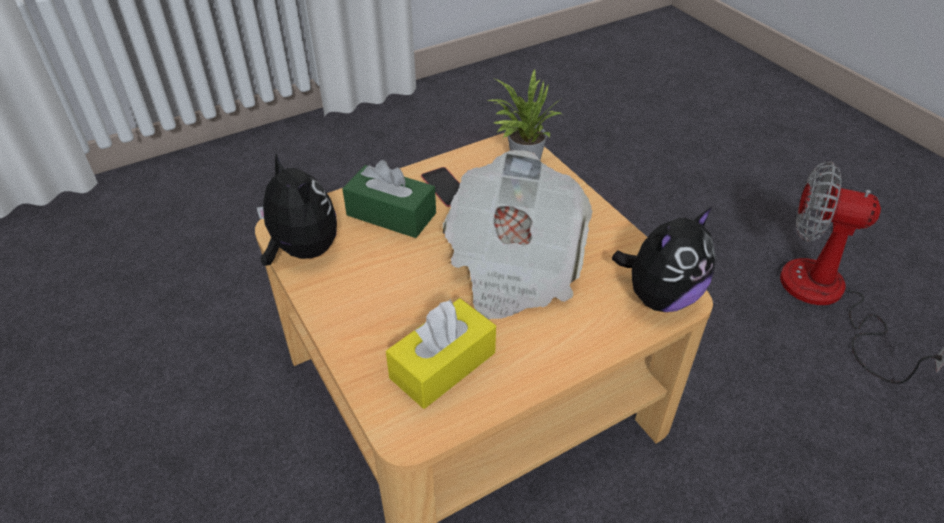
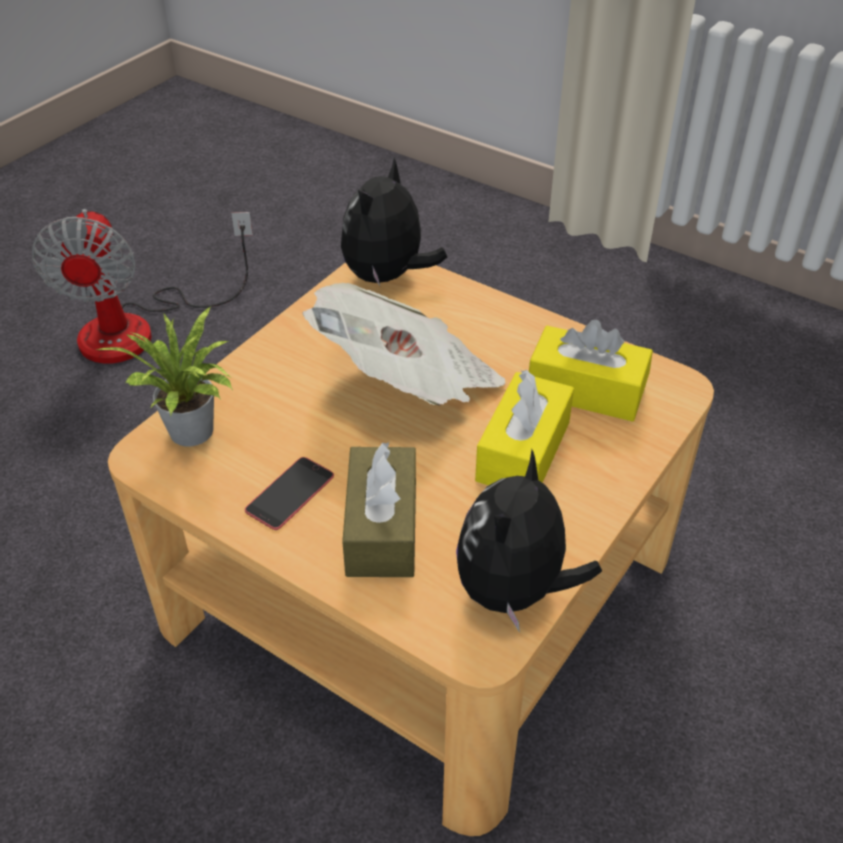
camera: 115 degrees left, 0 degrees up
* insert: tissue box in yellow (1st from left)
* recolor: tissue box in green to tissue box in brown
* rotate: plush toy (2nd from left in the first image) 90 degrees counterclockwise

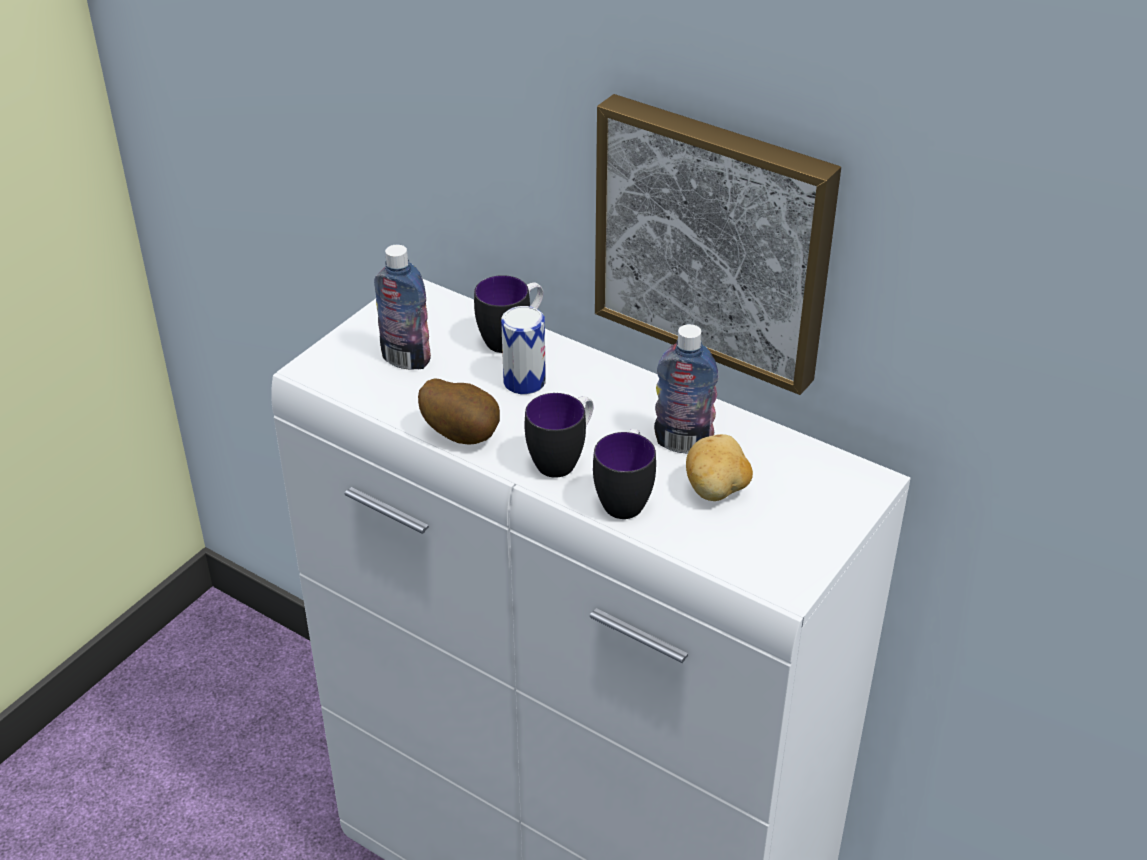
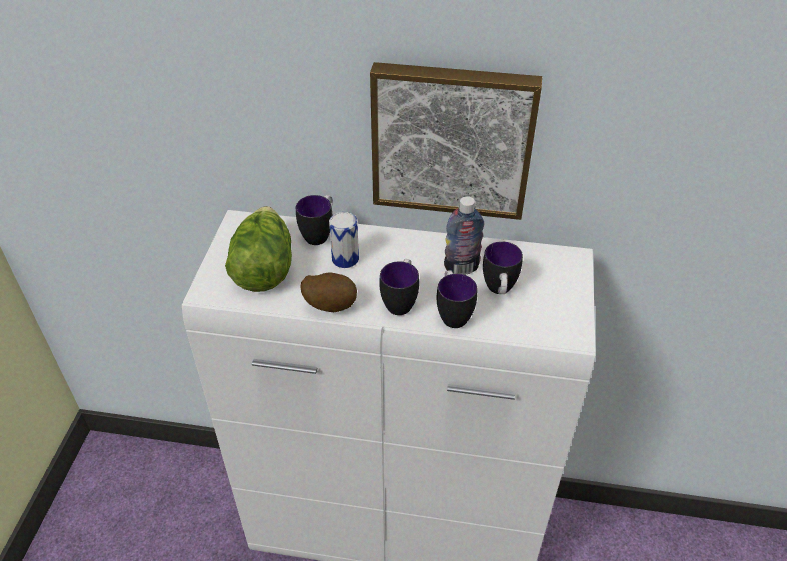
camera: 25 degrees left, 5 degrees up
* replace: bottle (1st from left) to lettuce
* replace: potato (2nd from left) to mug (4th from left)

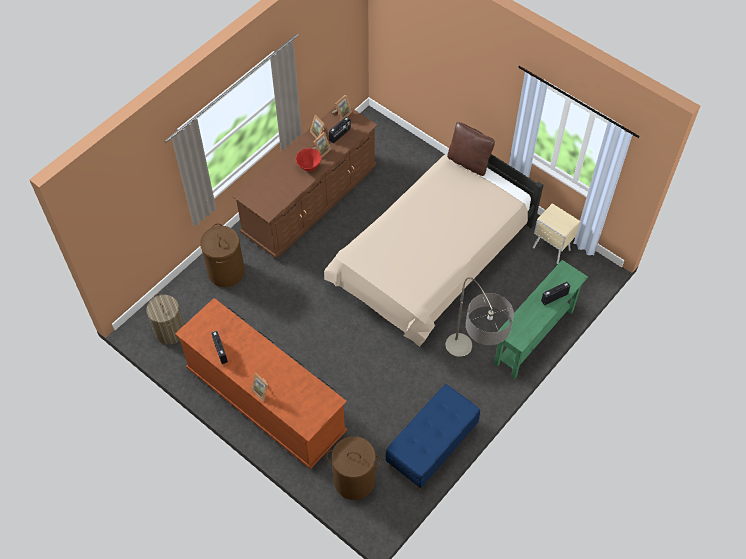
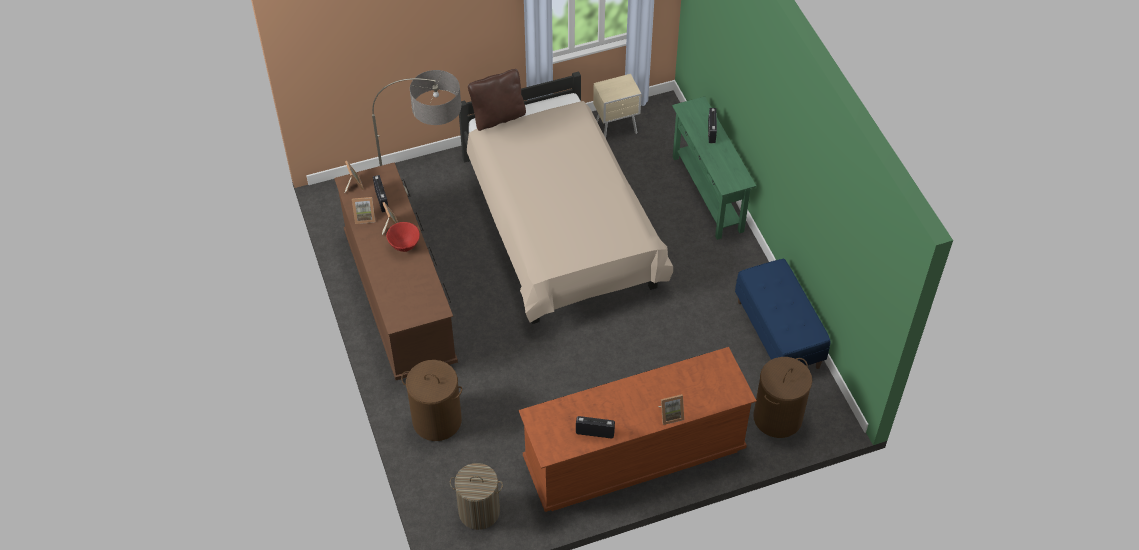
camera: 60 degrees left, 5 degrees down
* move: floor lamp

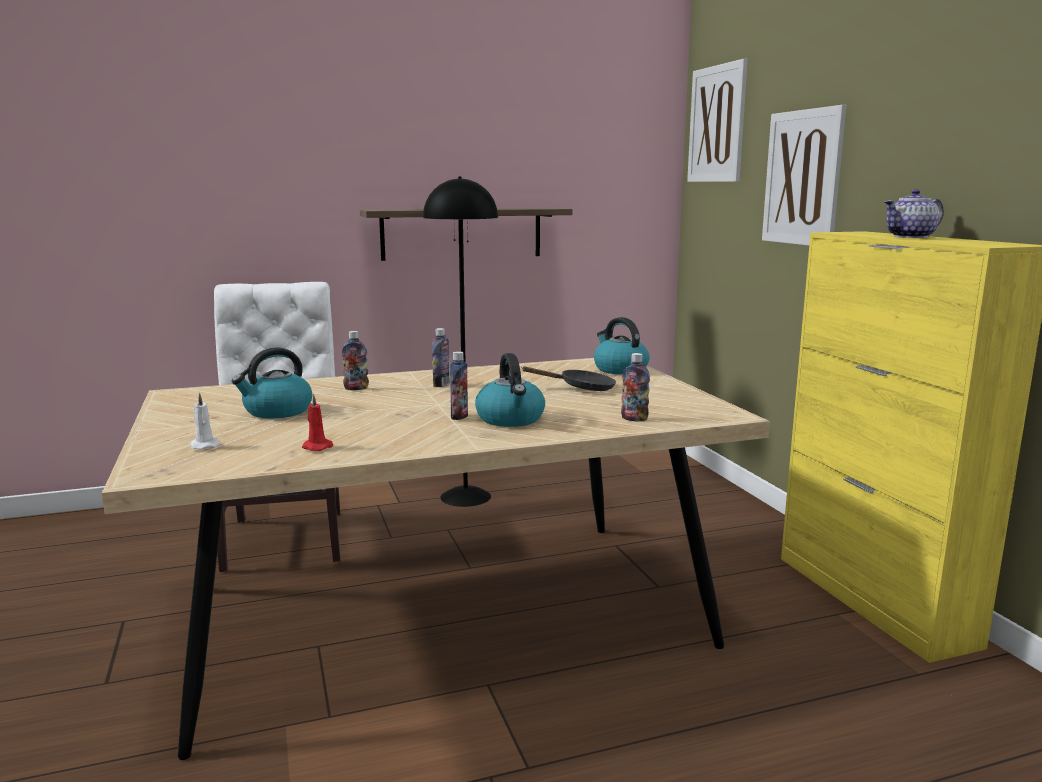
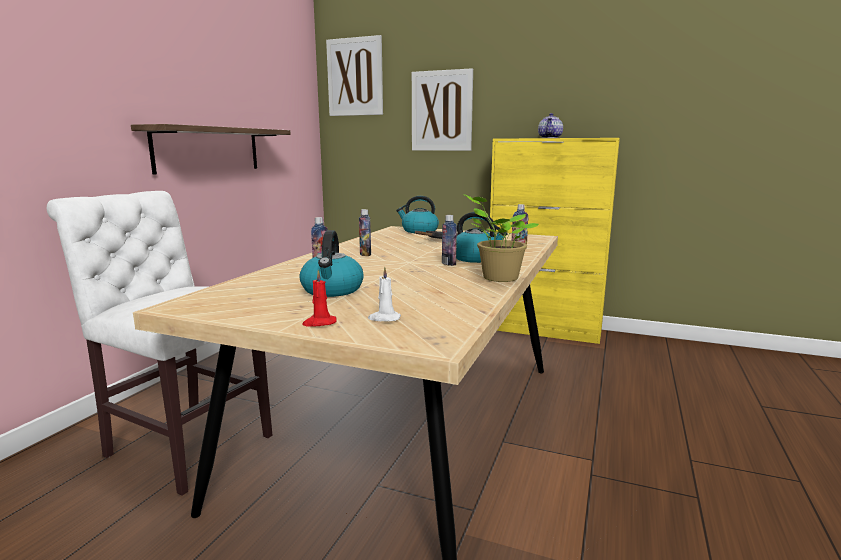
camera: 50 degrees left, 0 degrees up
* delete: floor lamp in black
* insert: potted plant
* move: candle in red

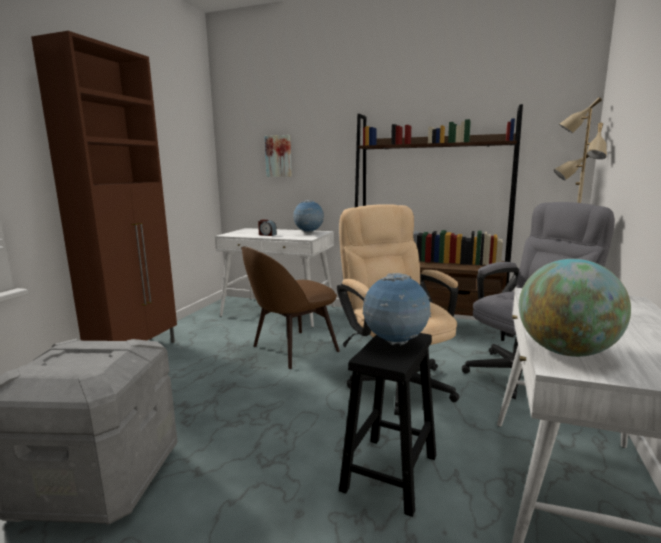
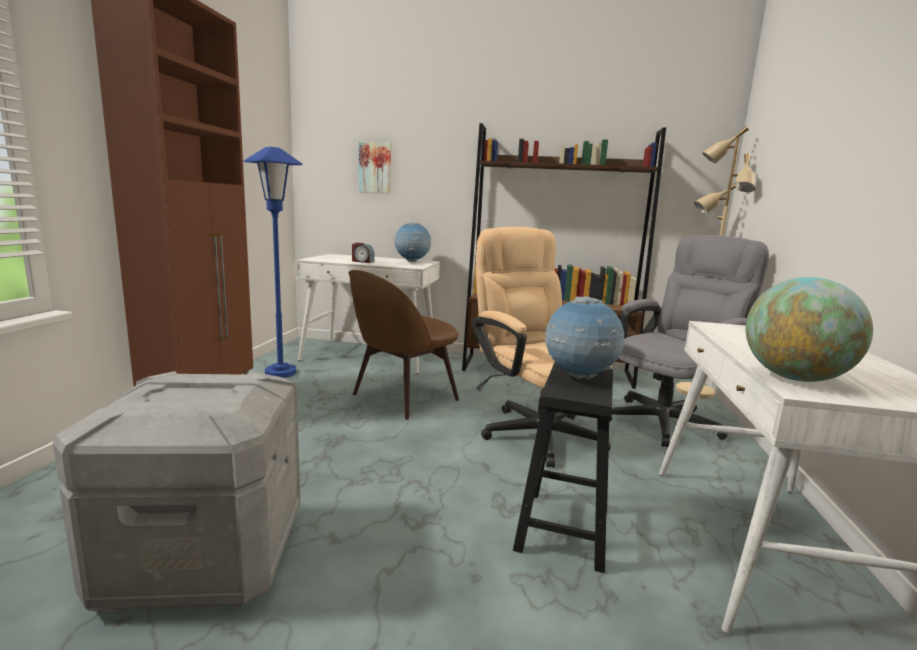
camera: 10 degrees left, 0 degrees up
* insert: floor lamp in blue

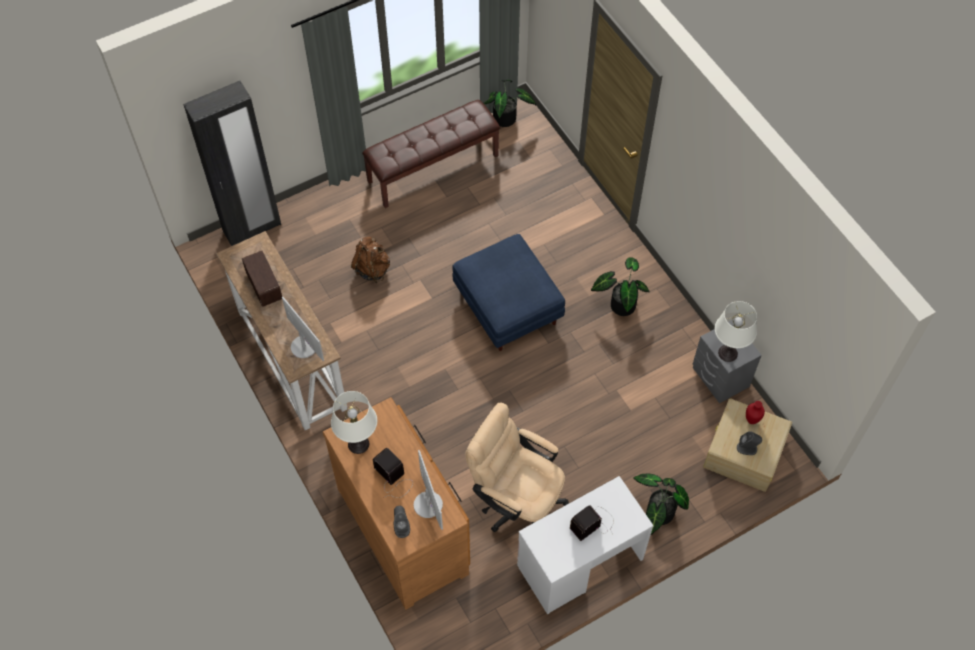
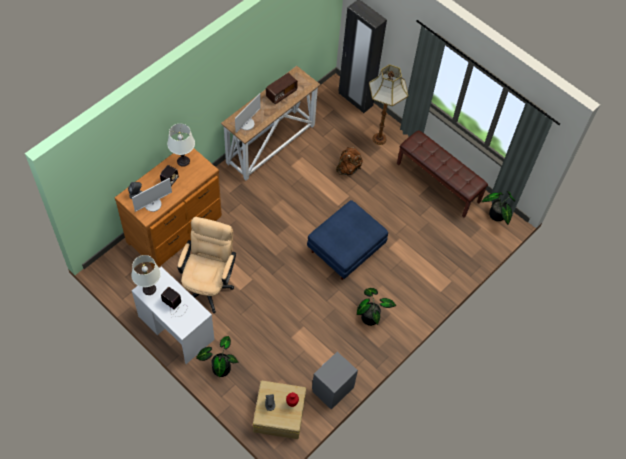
camera: 70 degrees right, 0 degrees up
* insert: floor lamp
* move: table lamp in white (2nd from left in the first image) to table lamp in white (1st from left)

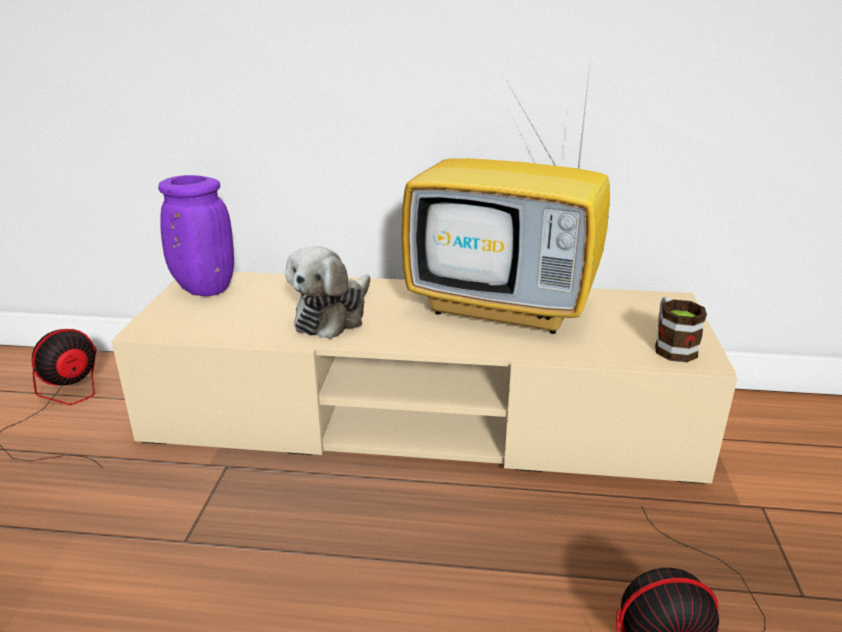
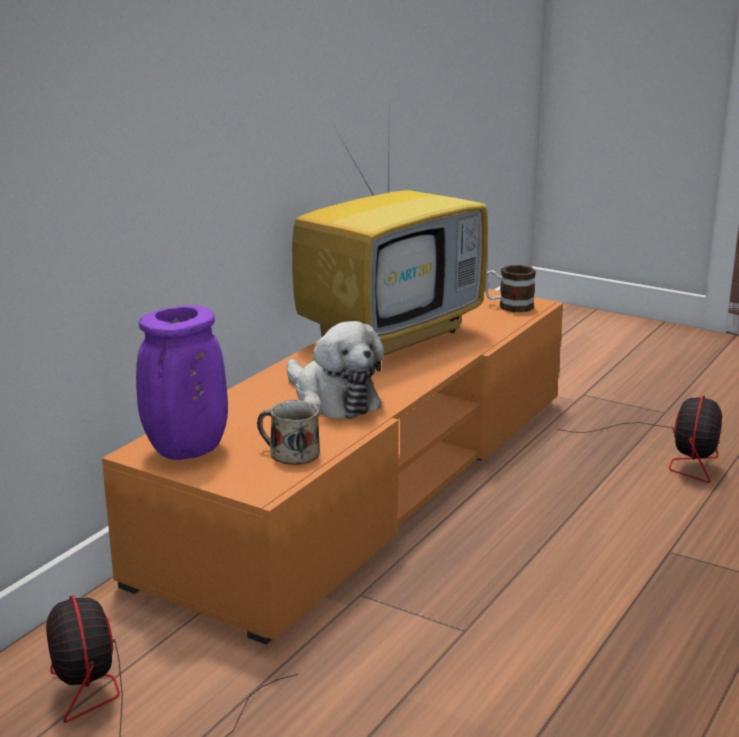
camera: 65 degrees left, 5 degrees down
* insert: mug (1st from left)
* recolor: tv stand in beige to tv stand in orange

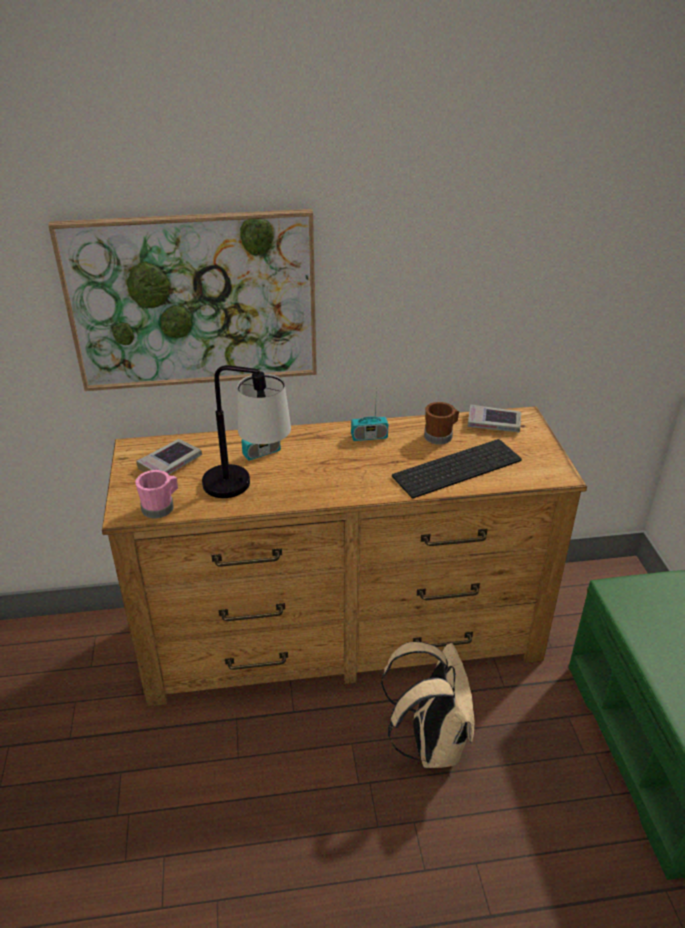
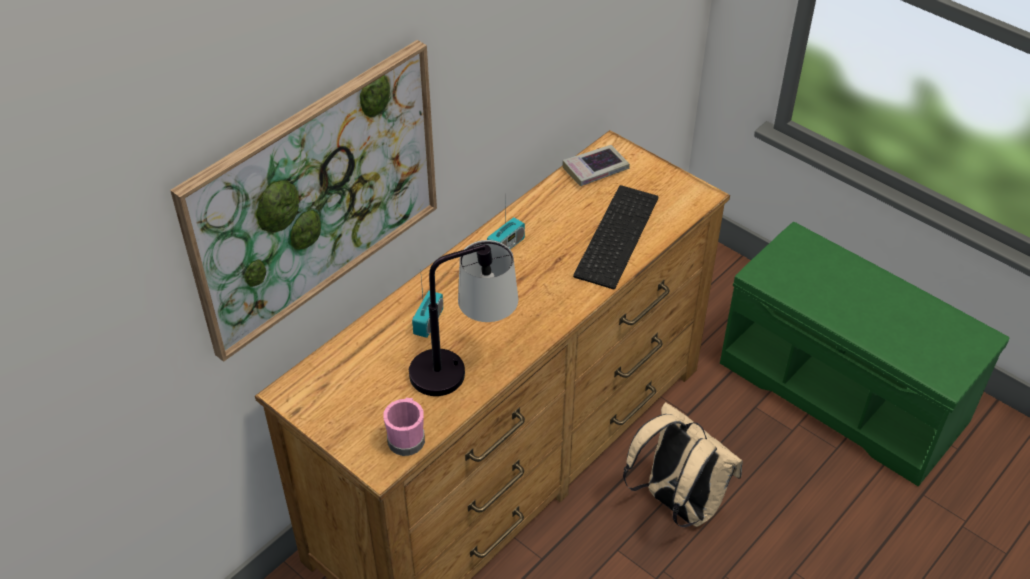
camera: 40 degrees left, 10 degrees up
* delete: book (1st from left)
* delete: mug in brown

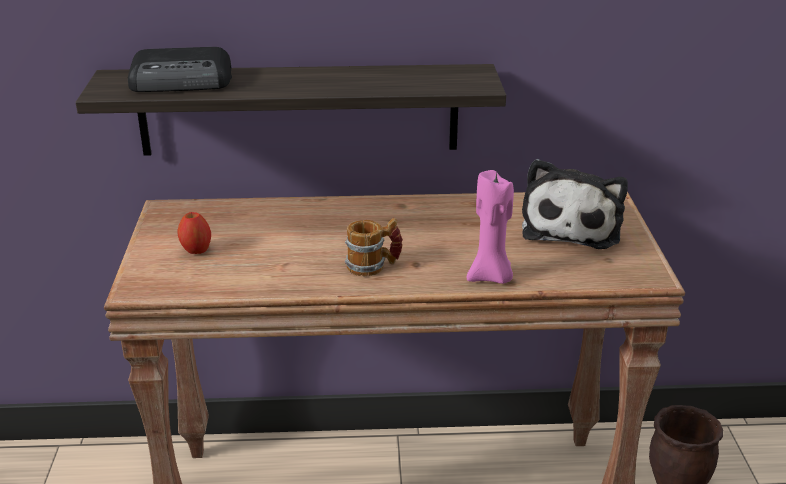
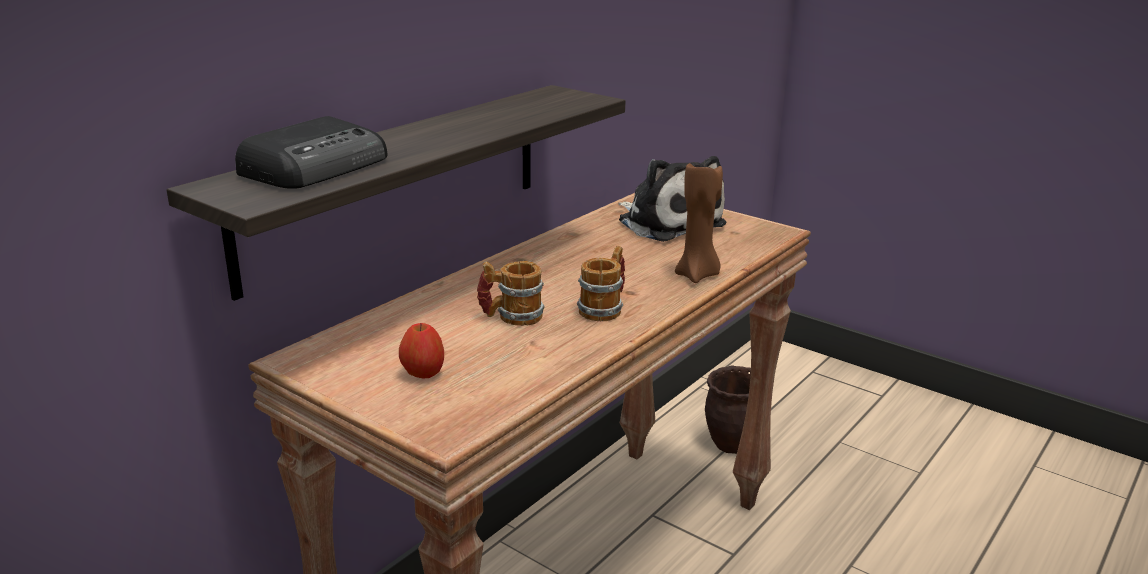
camera: 50 degrees left, 5 degrees down
* insert: mug (1st from left)
* recolor: candle in pink to candle in brown

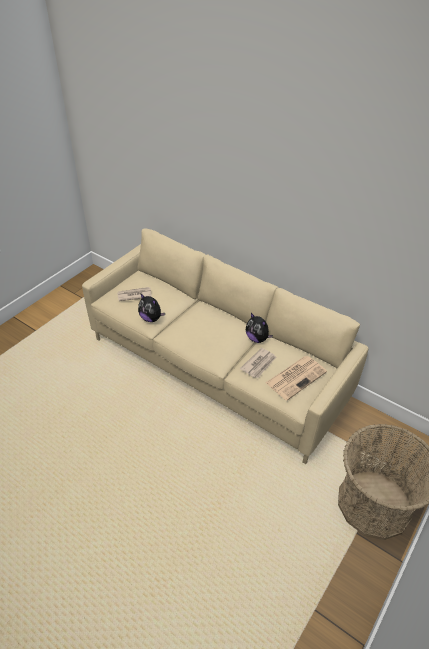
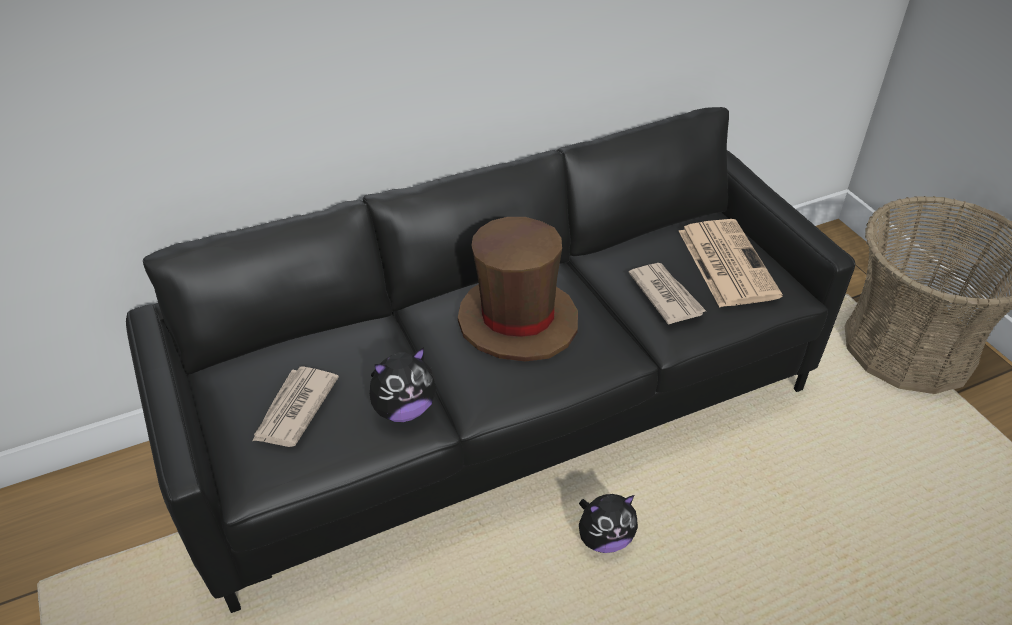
camera: 60 degrees left, 0 degrees up
* insert: hat in brown
* move: plush toy (2nd from left)
* recolor: sofa in beige to sofa in black

